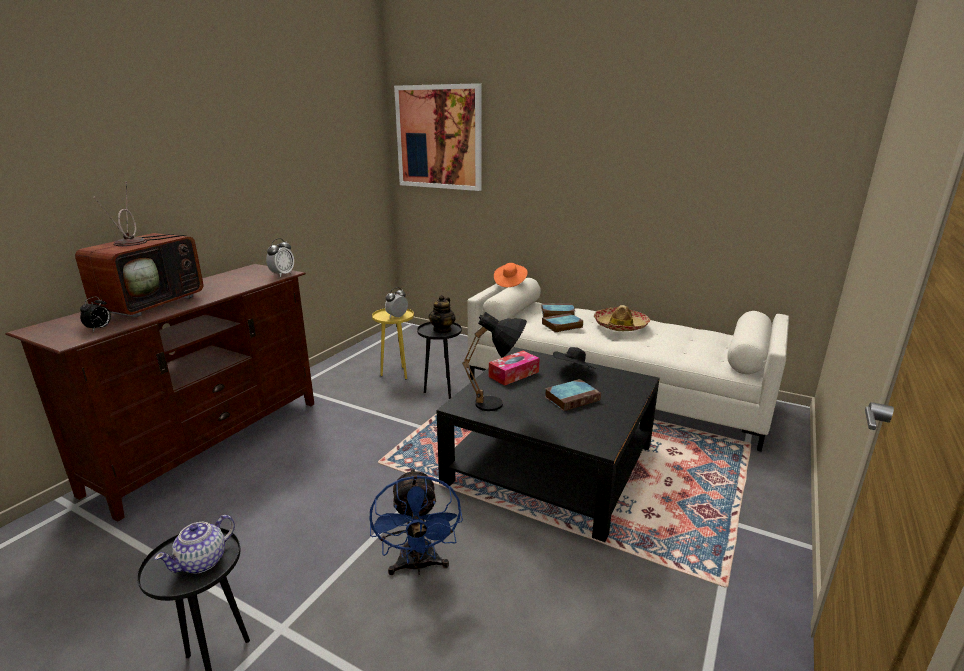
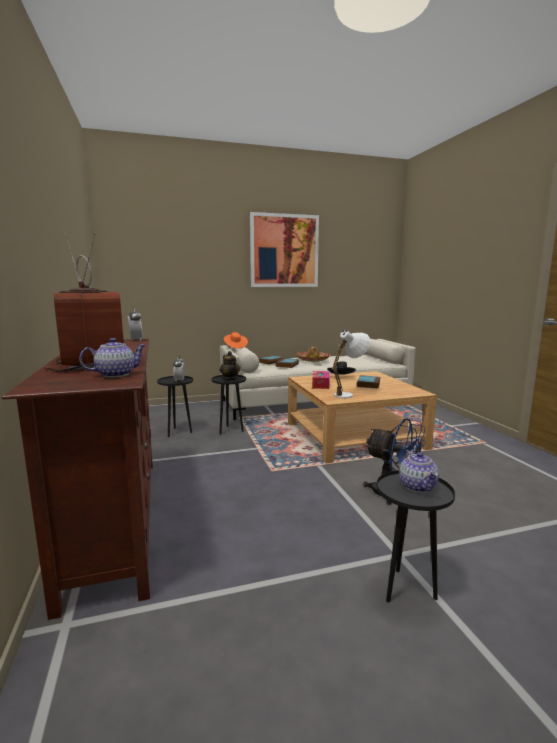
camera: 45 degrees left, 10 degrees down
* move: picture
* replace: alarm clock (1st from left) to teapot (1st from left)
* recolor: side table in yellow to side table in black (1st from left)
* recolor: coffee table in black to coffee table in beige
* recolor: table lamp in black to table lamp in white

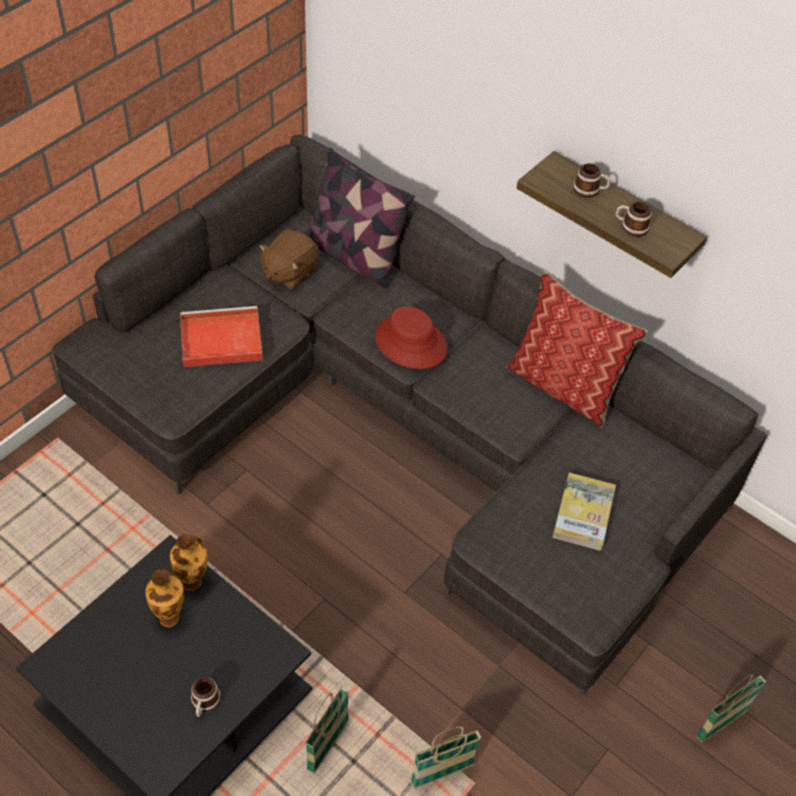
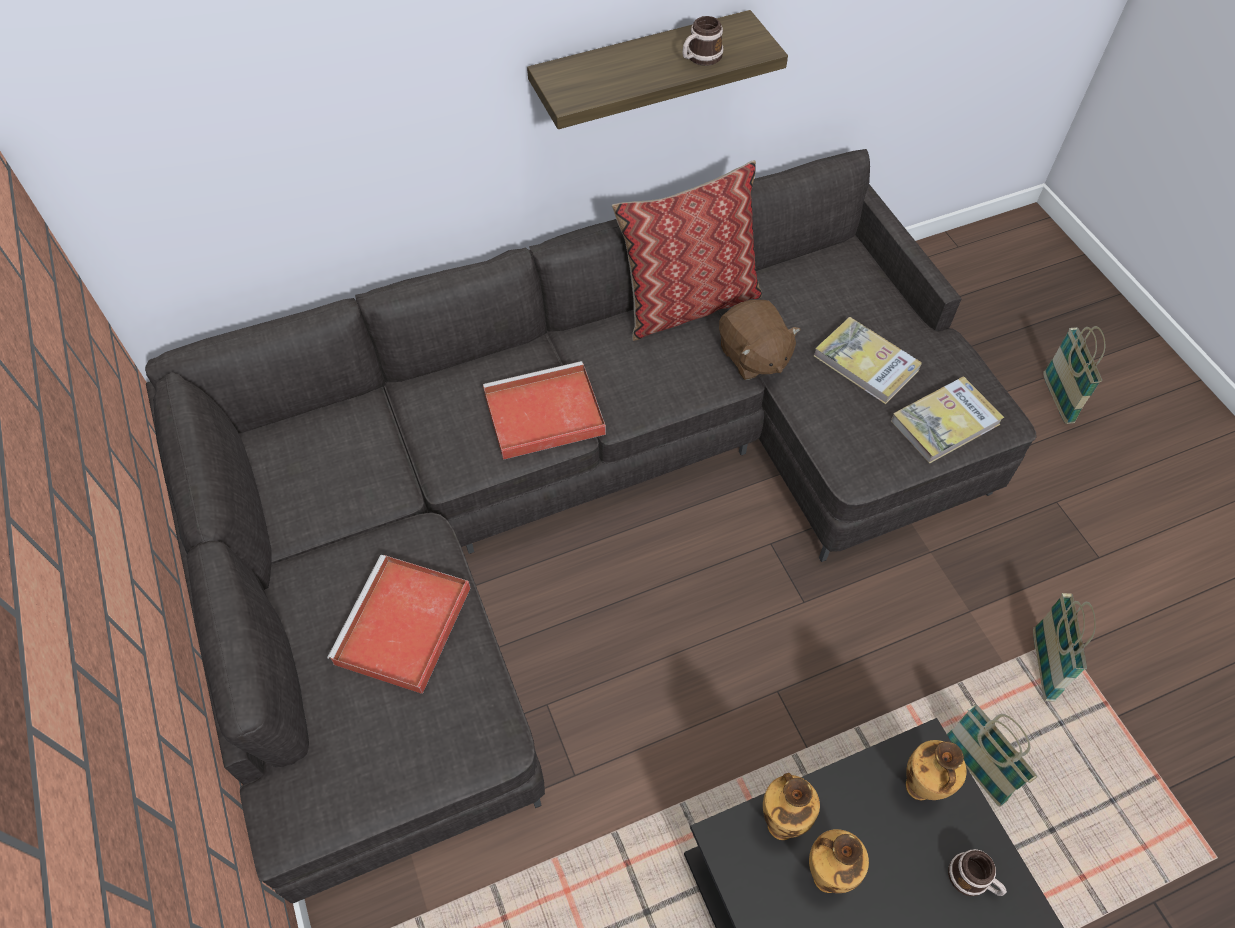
camera: 60 degrees left, 5 degrees up
* delete: pillow (1st from left)
* delete: mug (2nd from left)
* insert: book (2nd from left)
* insert: vase (3rd from left)
* move: plush toy in brown
* replace: hat in red to tray in red (2nd from left)

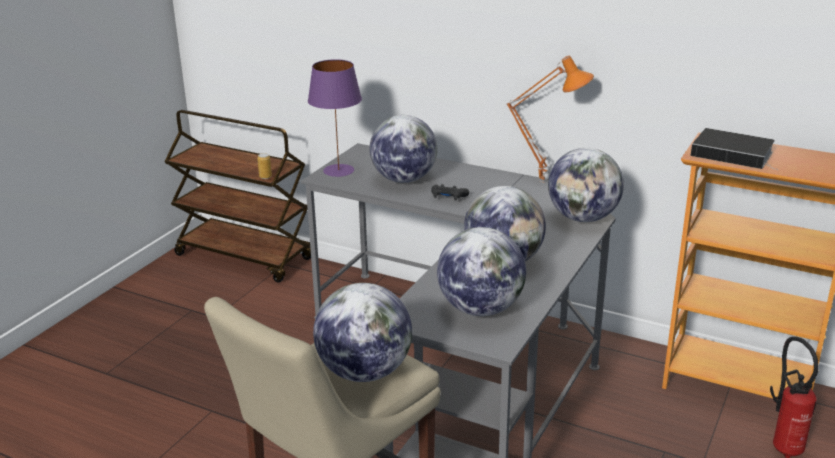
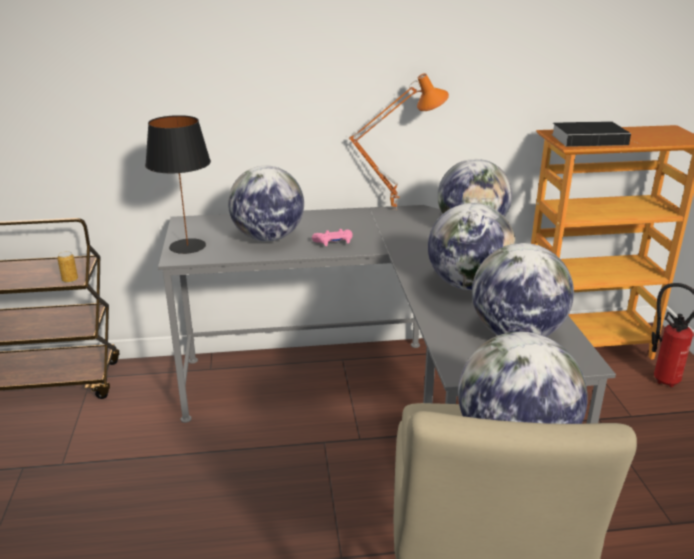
camera: 35 degrees left, 0 degrees up
* recolor: table lamp in purple to table lamp in black
* recolor: game controller in black to game controller in pink

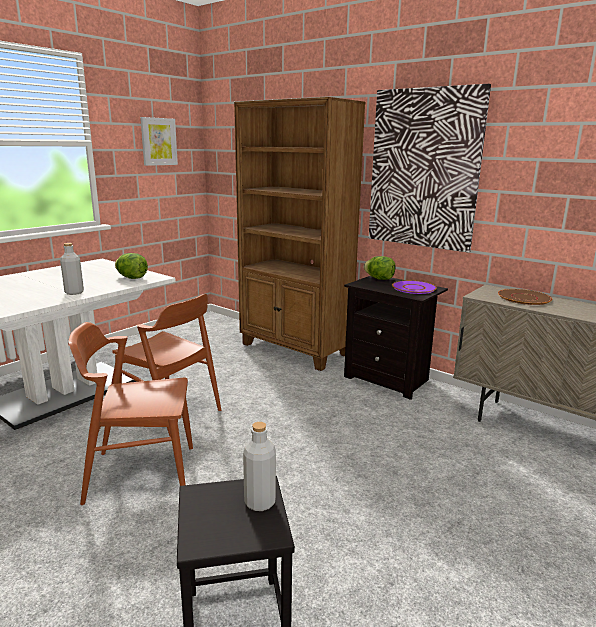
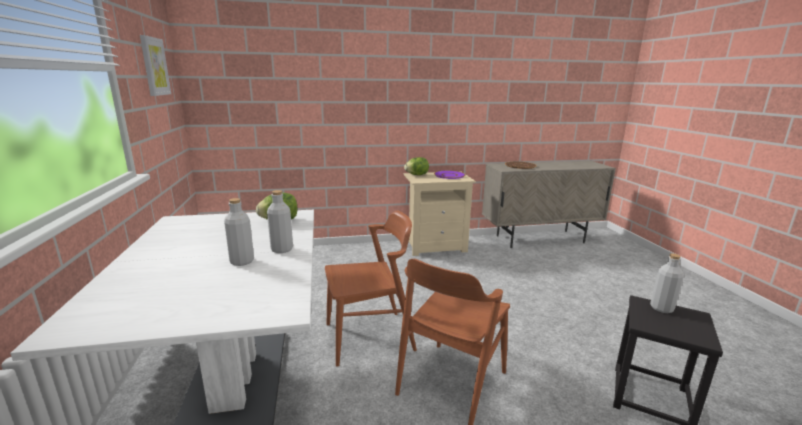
camera: 50 degrees left, 0 degrees up
* delete: bookcase in brown
* delete: picture (2nd from left)
* insert: bottle in grey (1st from left)
* recolor: nightstand in black to nightstand in beige

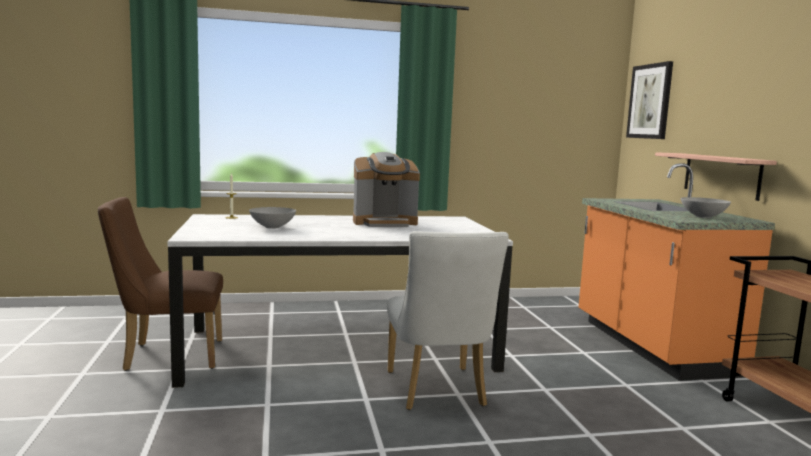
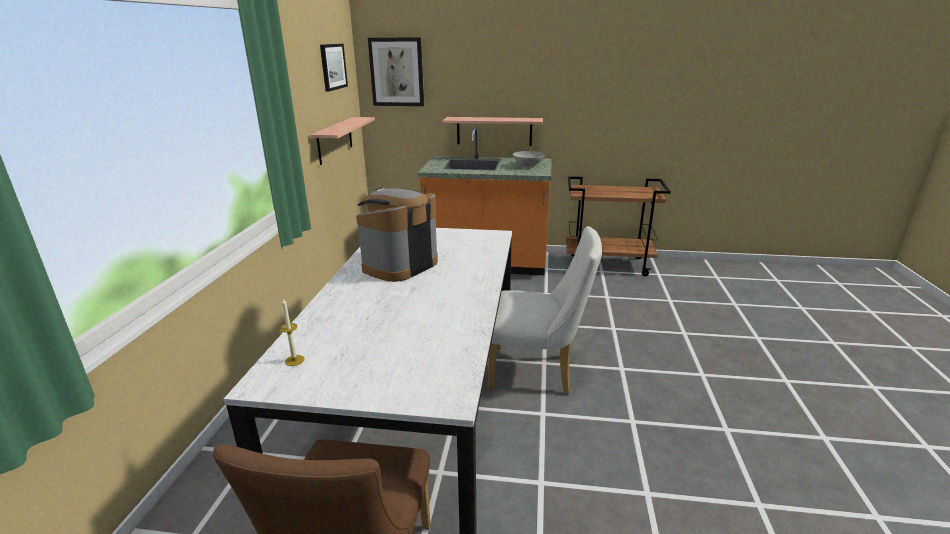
camera: 70 degrees left, 15 degrees up
* delete: bowl in grey (1st from left)
* insert: shelf (1st from left)
* insert: picture (1st from left)
* rotate: coffee machine 150 degrees counterclockwise

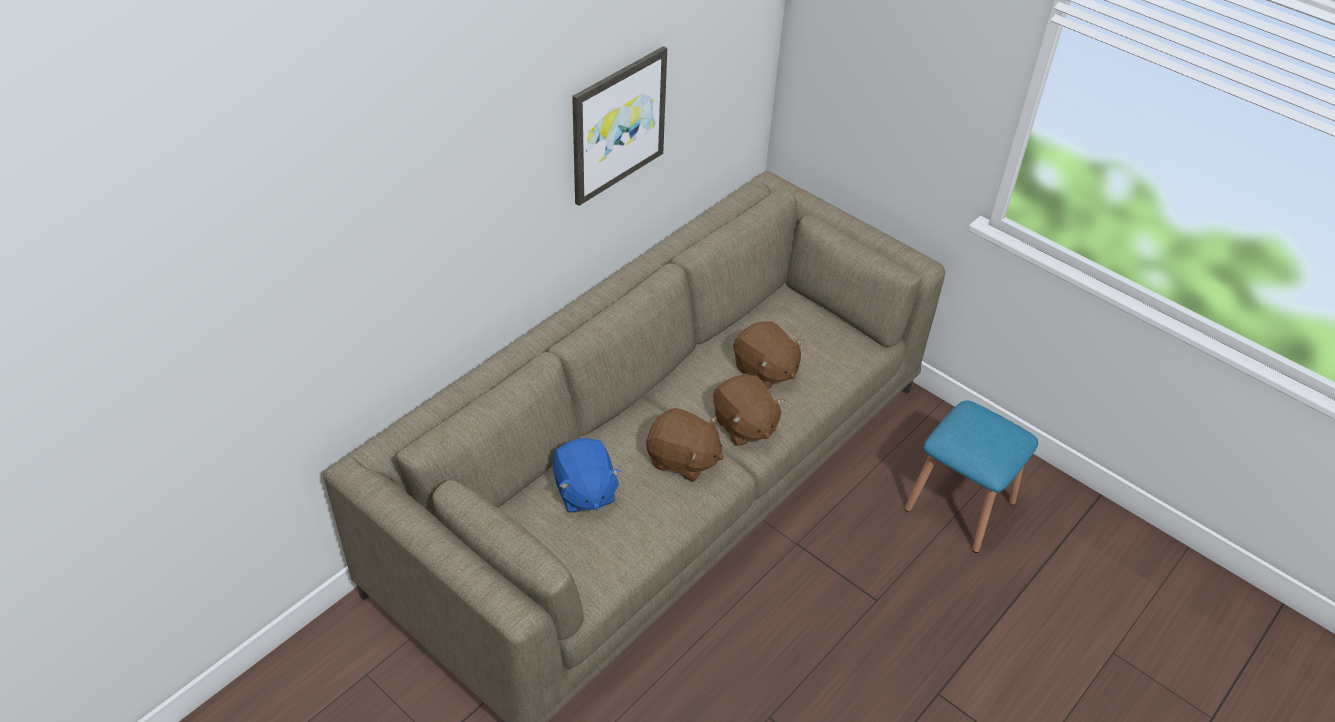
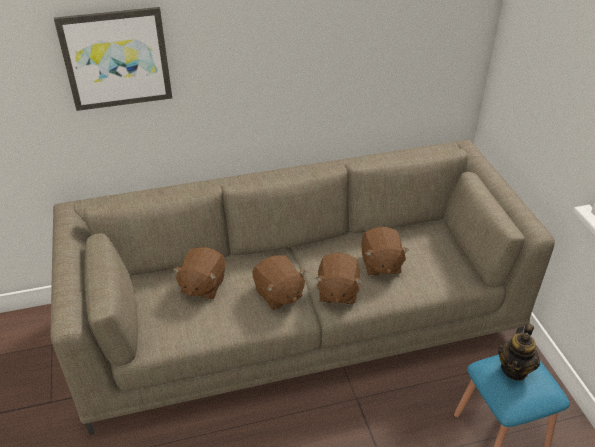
camera: 35 degrees right, 5 degrees down
* insert: teapot
* move: picture
* recolor: plush toy in blue to plush toy in brown (1st from left)

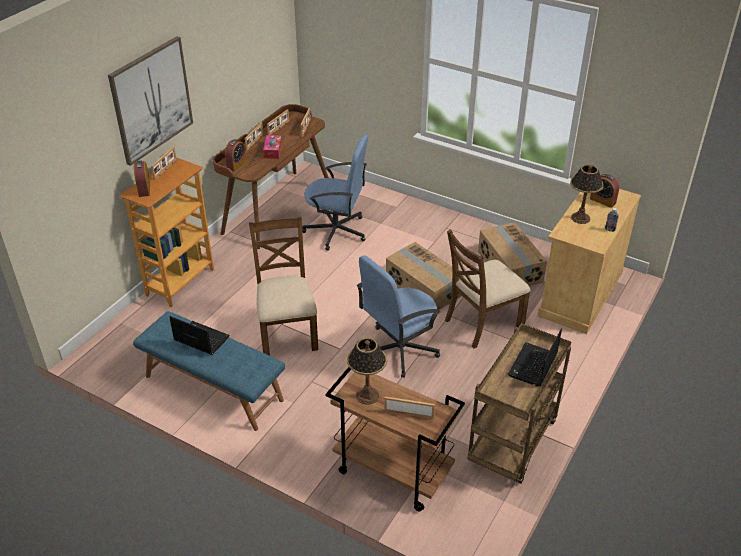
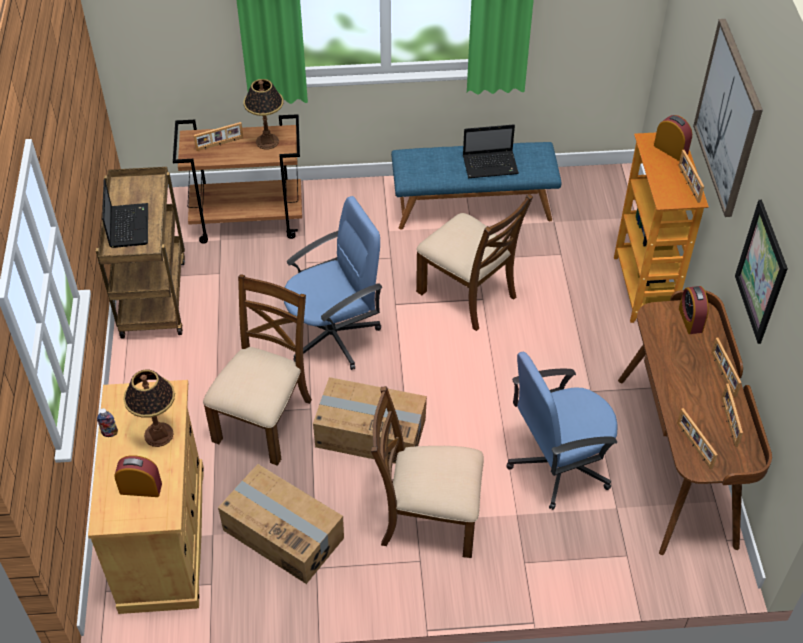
camera: 145 degrees right, 10 degrees up
* delete: tissue box
* insert: chair in brown (2nd from left)
* insert: picture (2nd from left)
* rotate: office chair in blue (2nd from left in the first image) 45 degrees clockwise

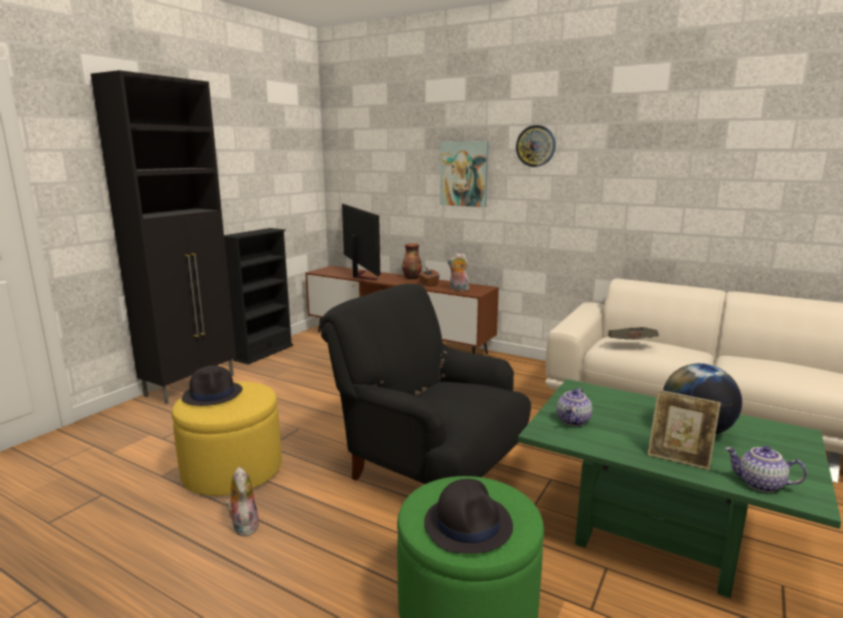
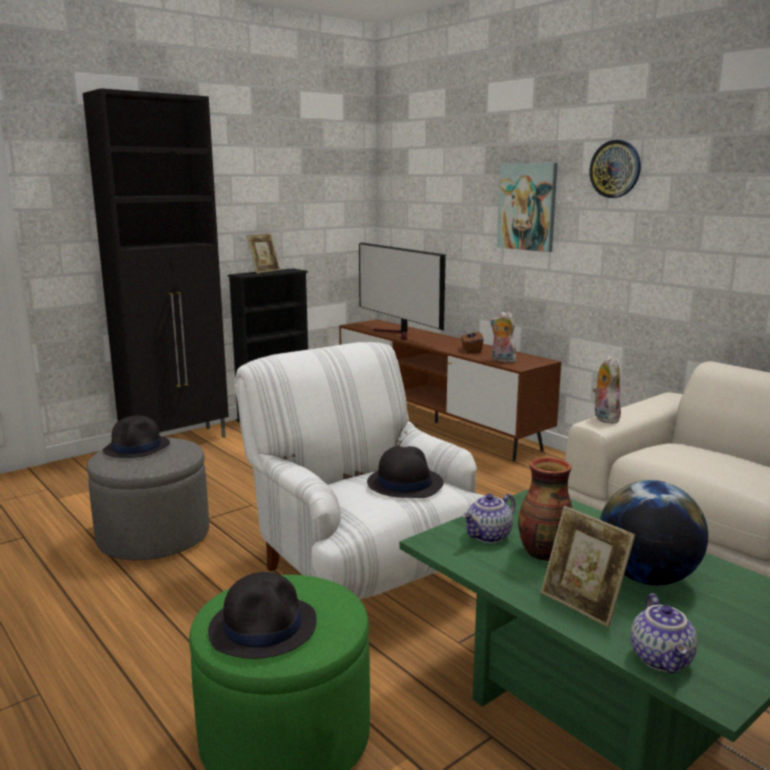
camera: 20 degrees right, 0 degrees up
* delete: newspaper
* insert: picture frame (1st from left)
* insert: hat in black (3rd from left)
* move: plush toy (1st from left in the first image) to plush toy (2nd from left)
* move: vase
* recolor: ottoman in yellow to ottoman in grey
* recolor: armchair in black to armchair in white
* rotate: television 150 degrees clockwise
* rotate: teapot (2nd from left) 135 degrees counterclockwise

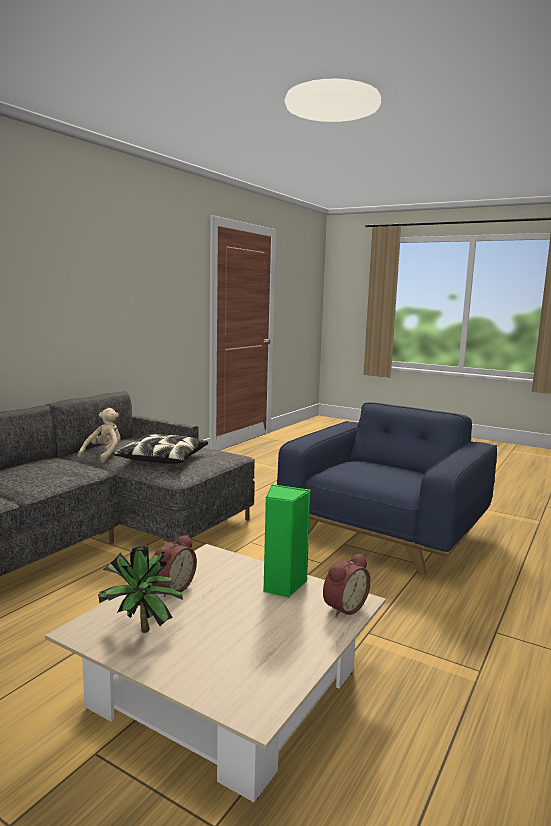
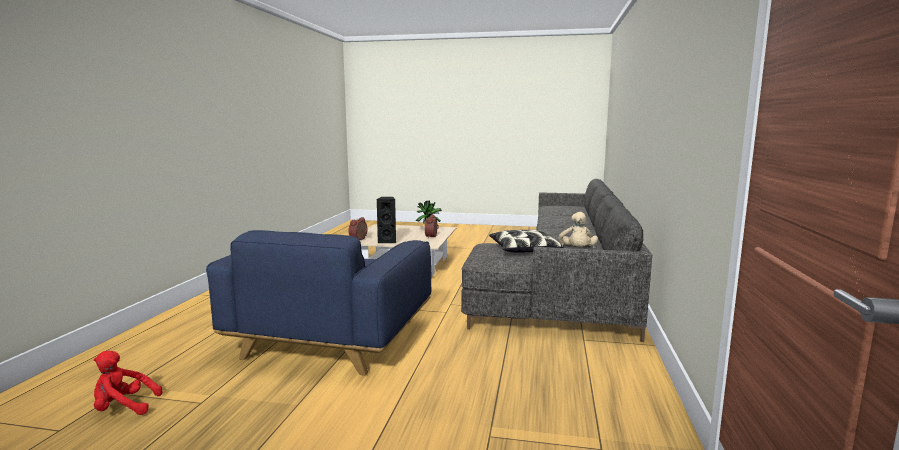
camera: 160 degrees right, 0 degrees up
* insert: plush toy in red
* recolor: speaker in green to speaker in black

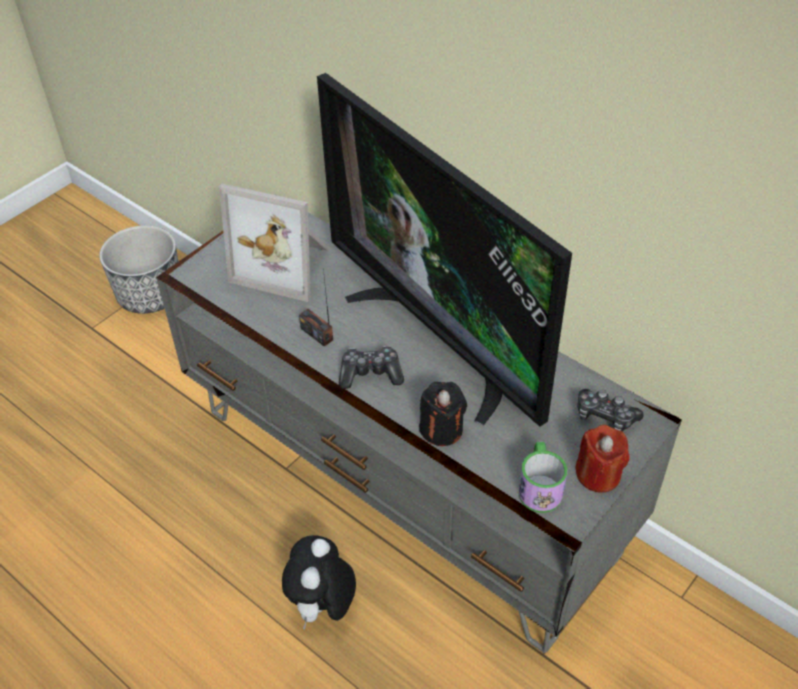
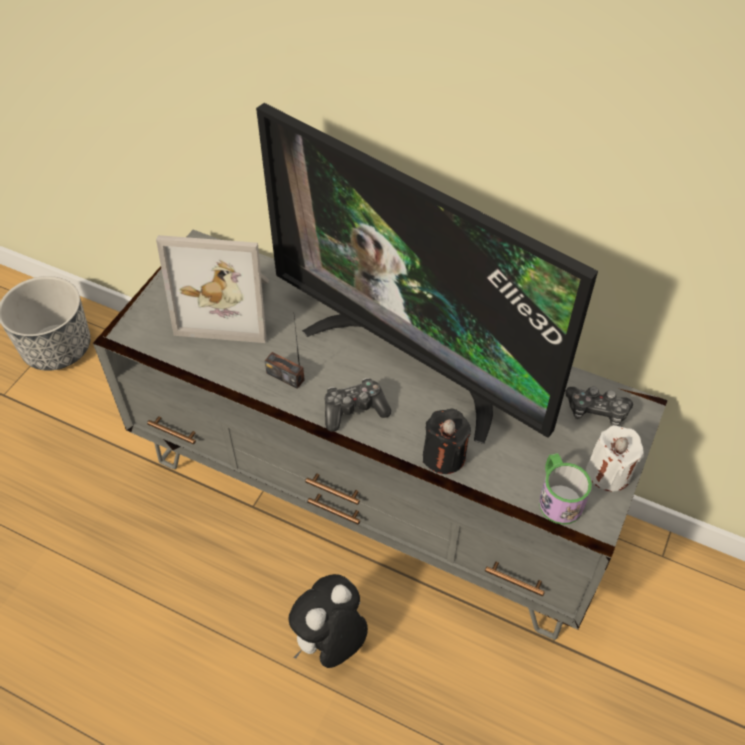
camera: 15 degrees left, 5 degrees up
* recolor: candle in red to candle in white
* rotate: plush toy 45 degrees clockwise

